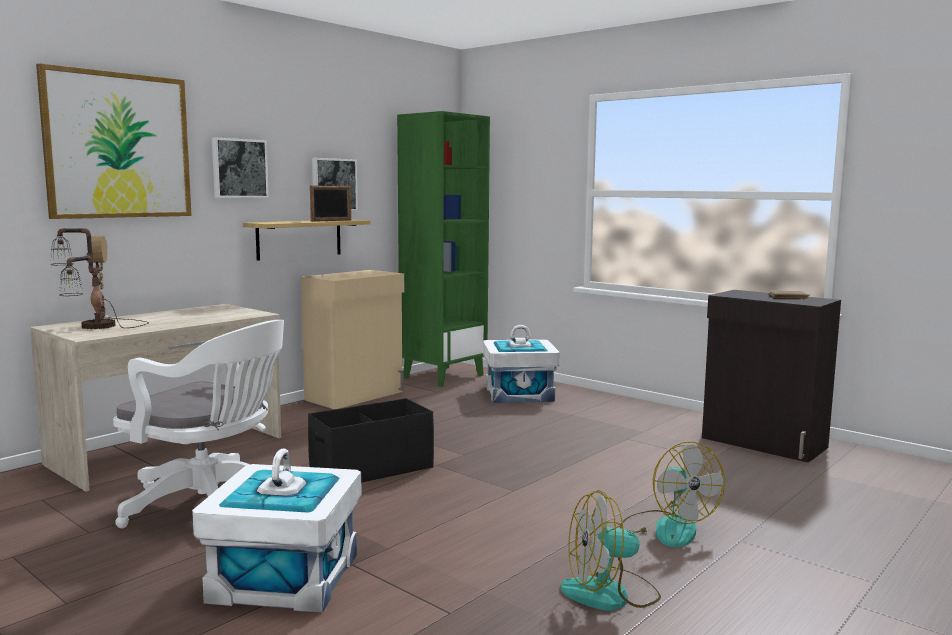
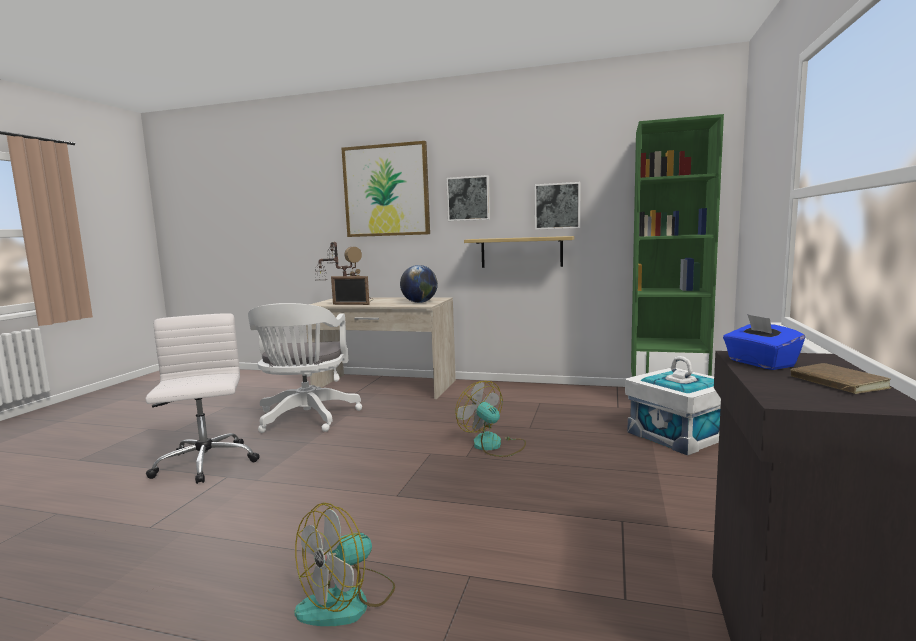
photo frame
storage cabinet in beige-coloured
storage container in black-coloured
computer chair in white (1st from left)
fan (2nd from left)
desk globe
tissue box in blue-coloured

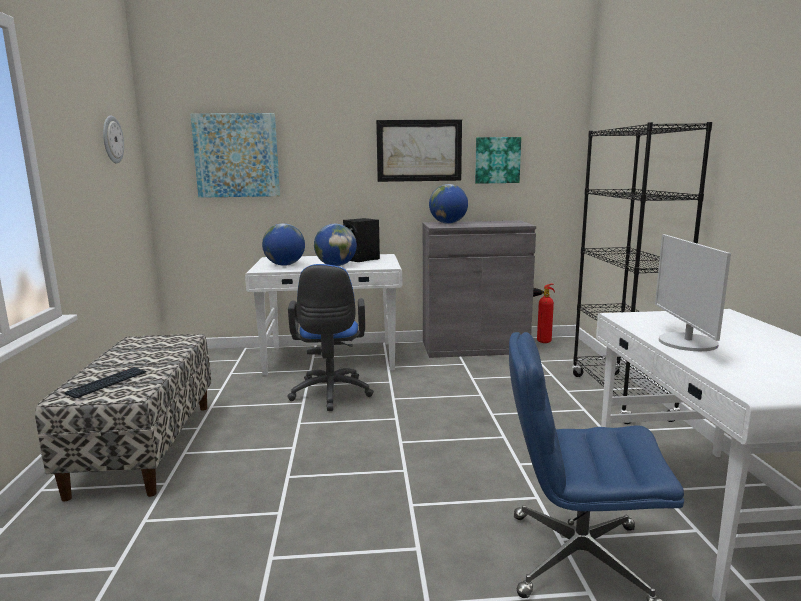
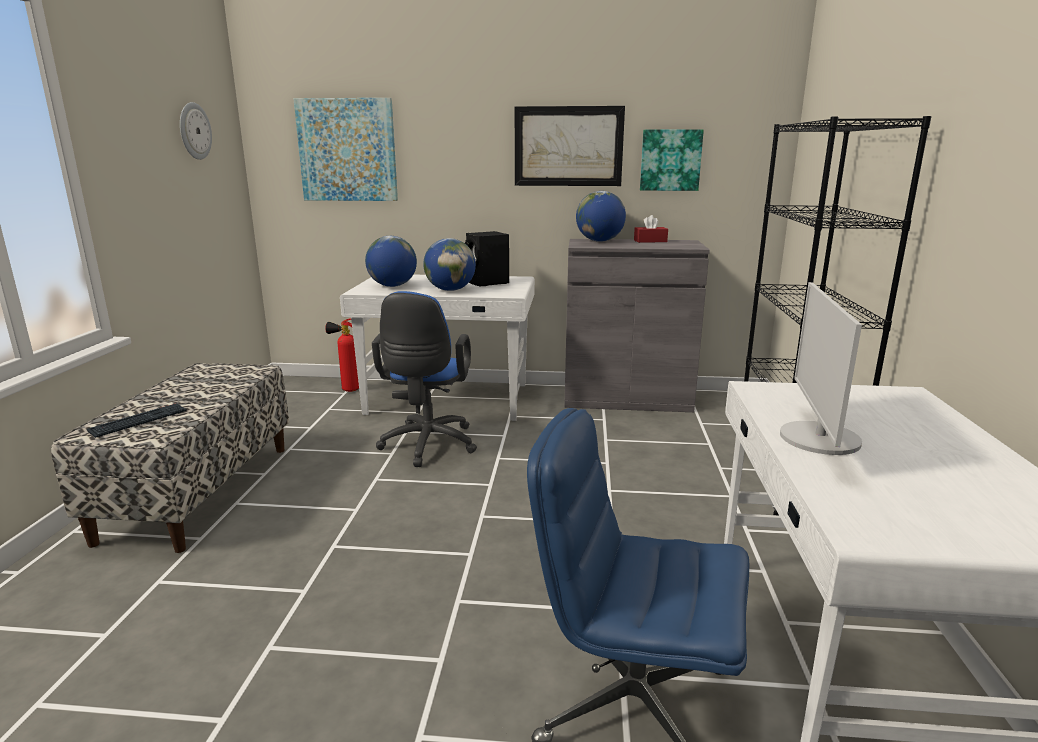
fire-fighting cylinder
tissue box in red

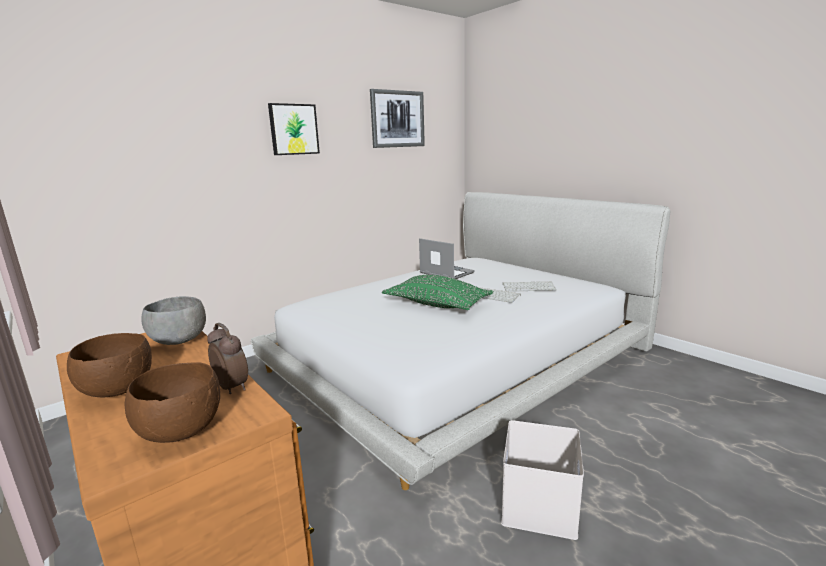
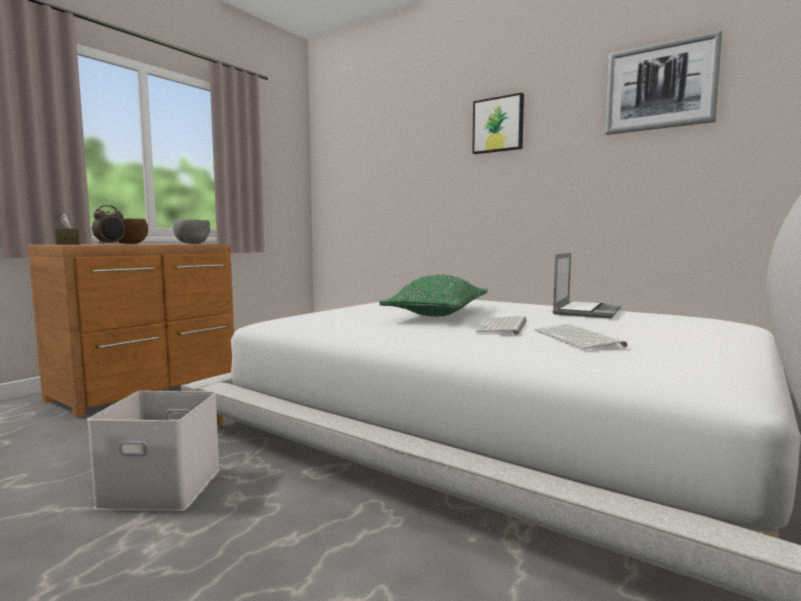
tissue box in brown-coloured

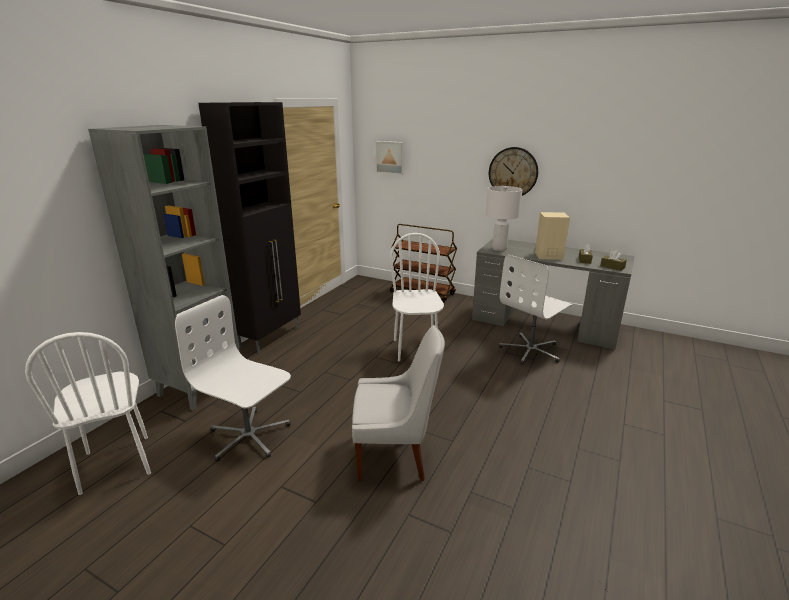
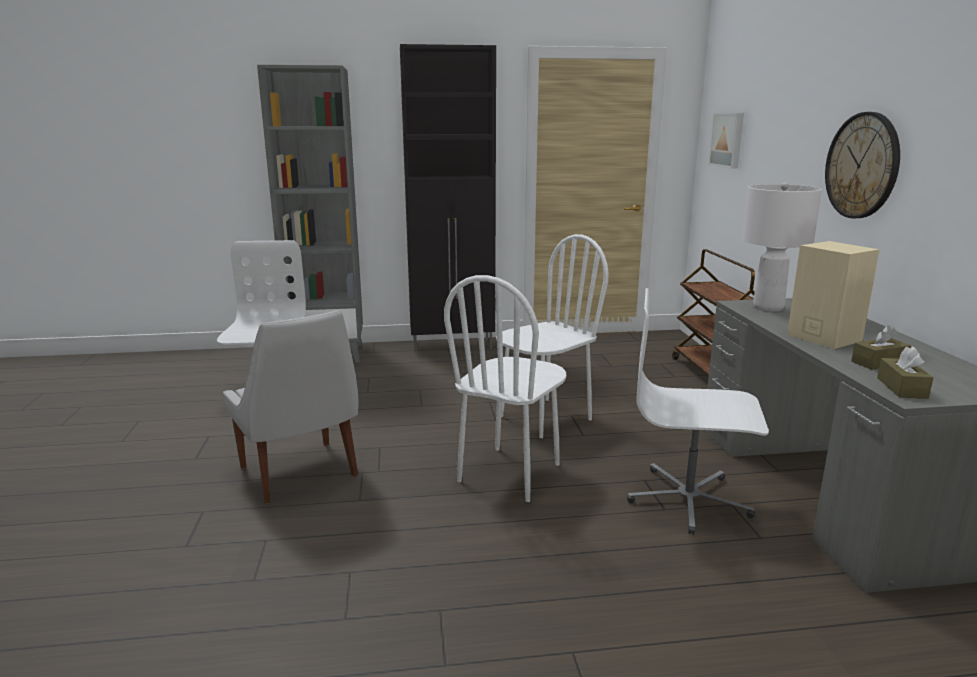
upright chair in white (2nd from left)

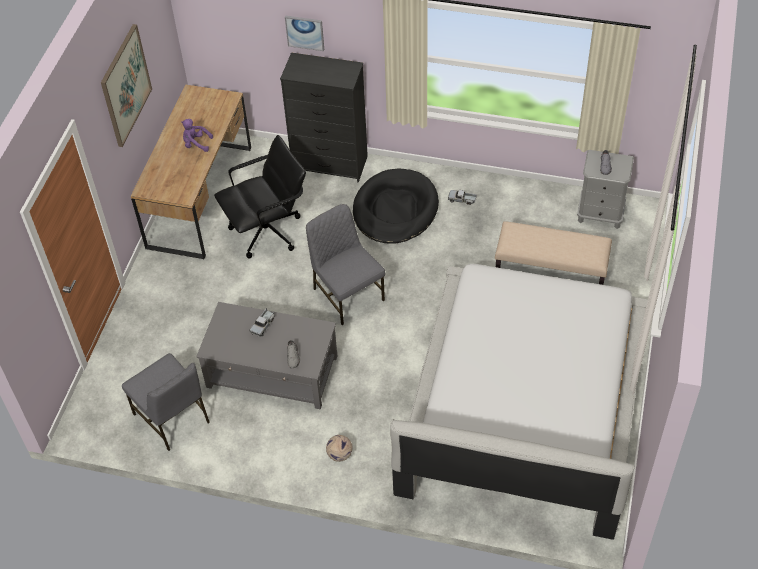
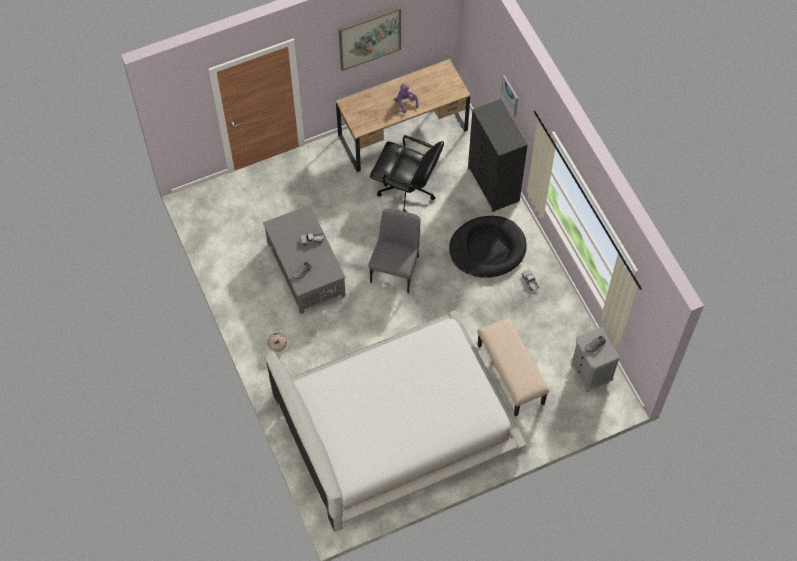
upright chair in gray (1st from left in the first image)

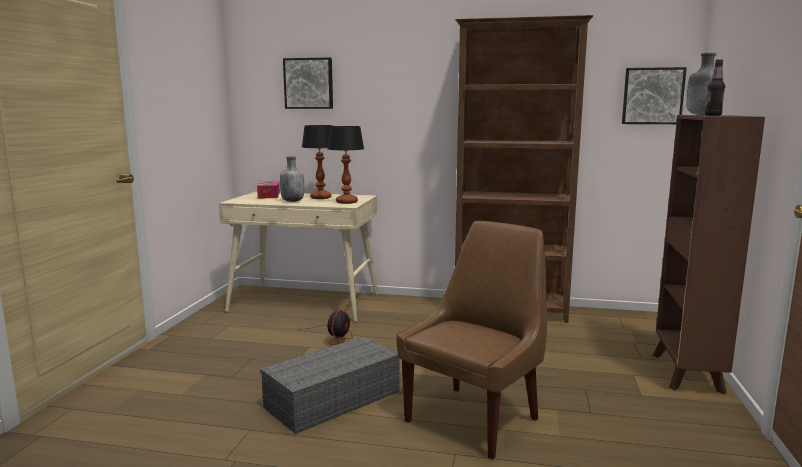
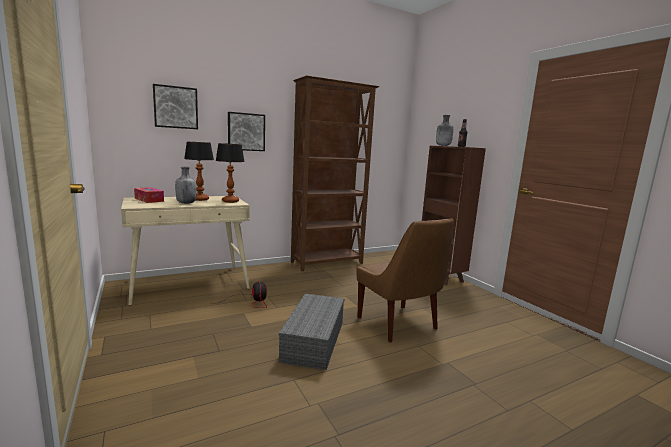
picture (2nd from left)
upright chair in brown-coloured

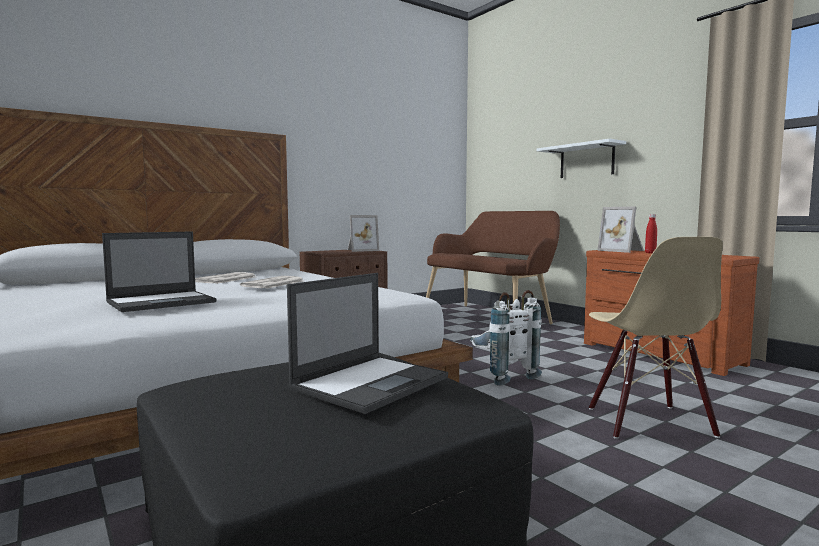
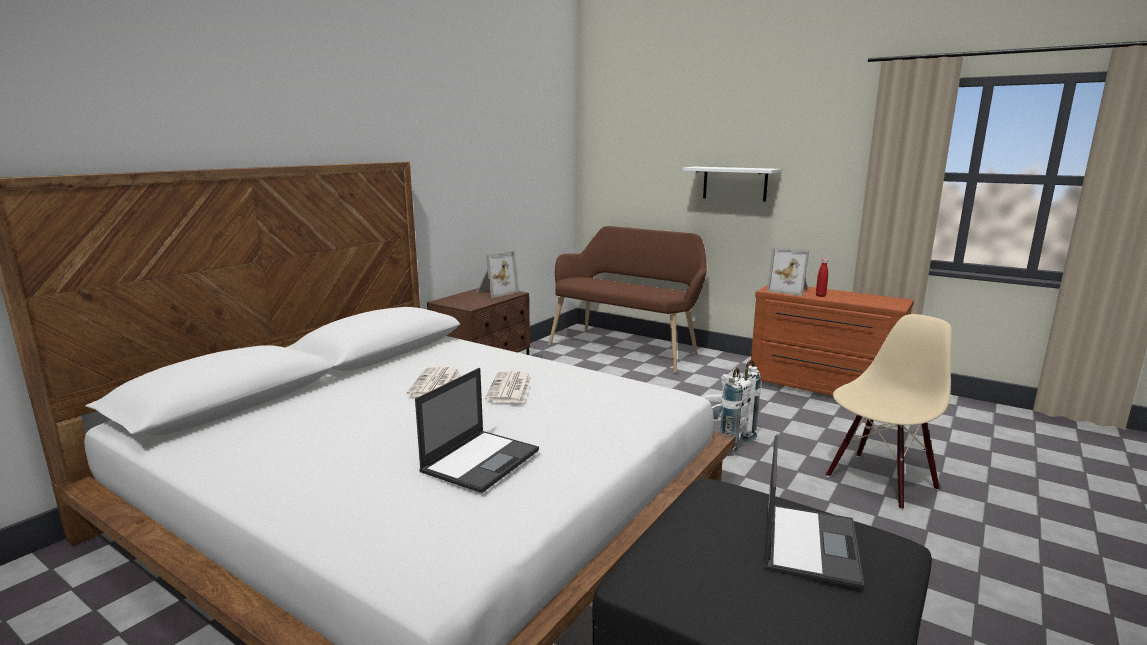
upright chair in beige-coloured

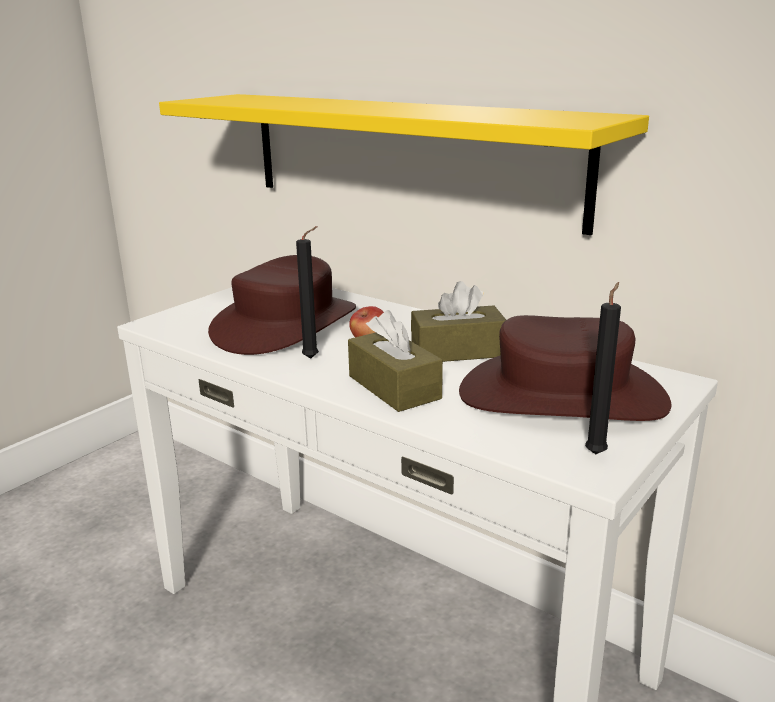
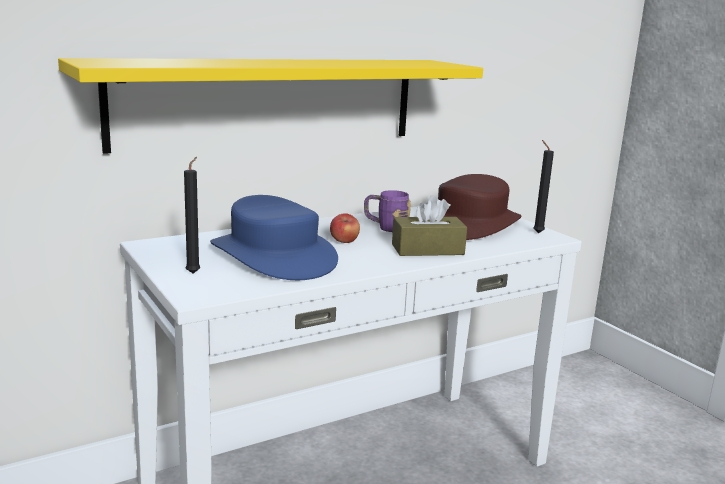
wax light in black-coloured (1st from left)
wearable hat in blue-coloured
mug in purple

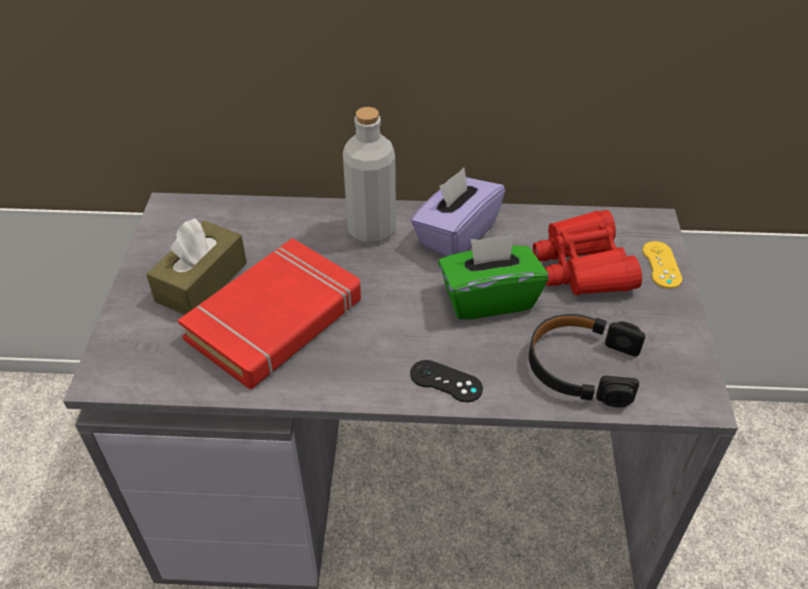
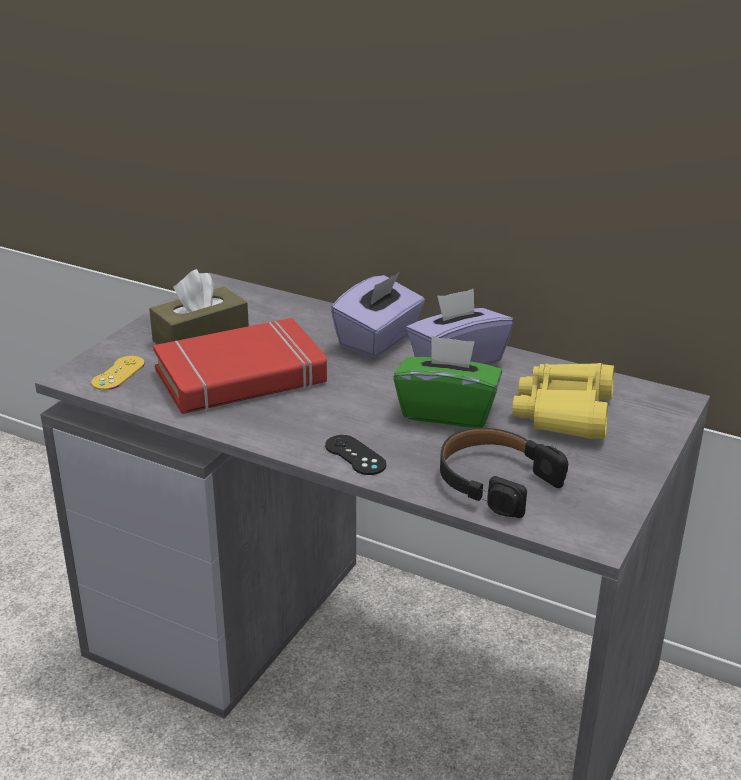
tissue box in purple (1st from left)
field glasses in yellow
joypad in yellow

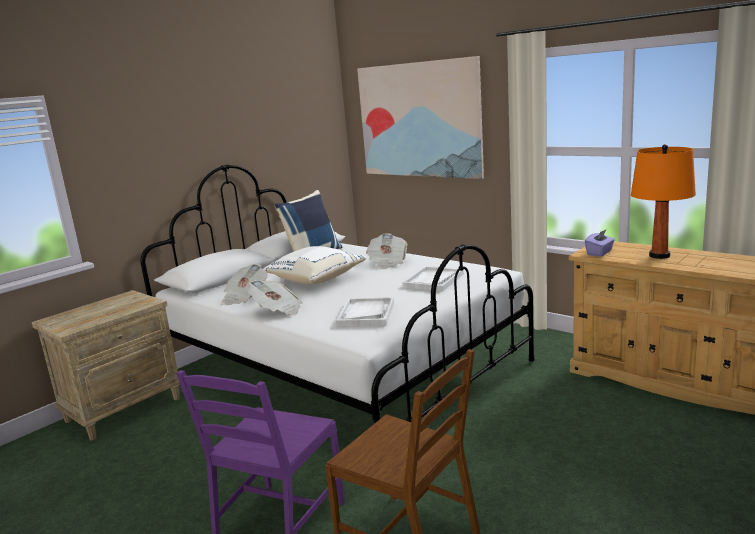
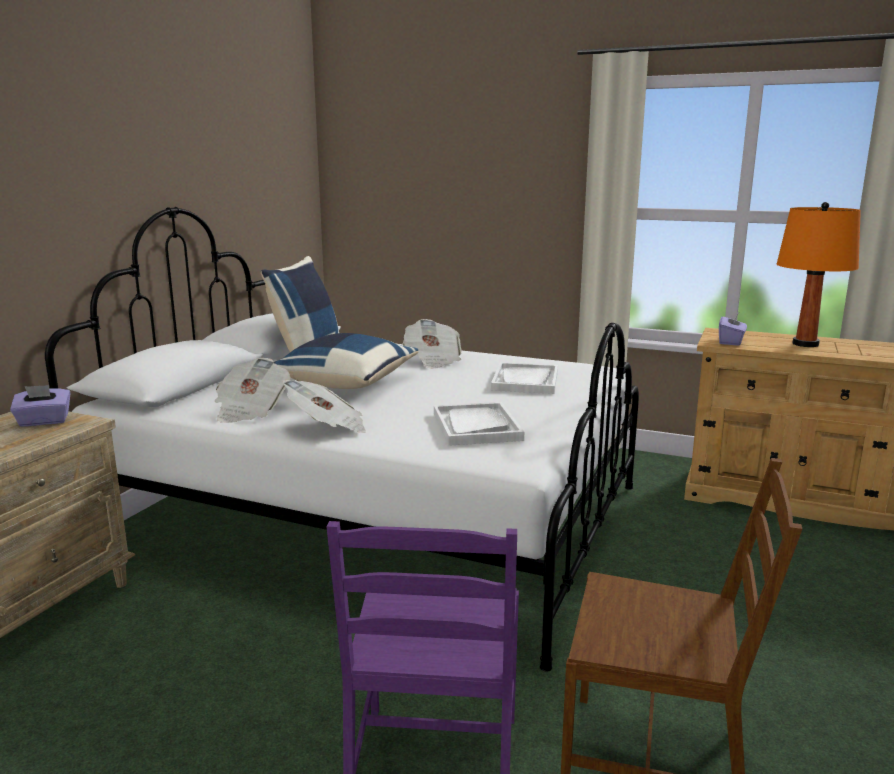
picture
cushion in blue-coloured (2nd from left)
tissue box in purple (1st from left)

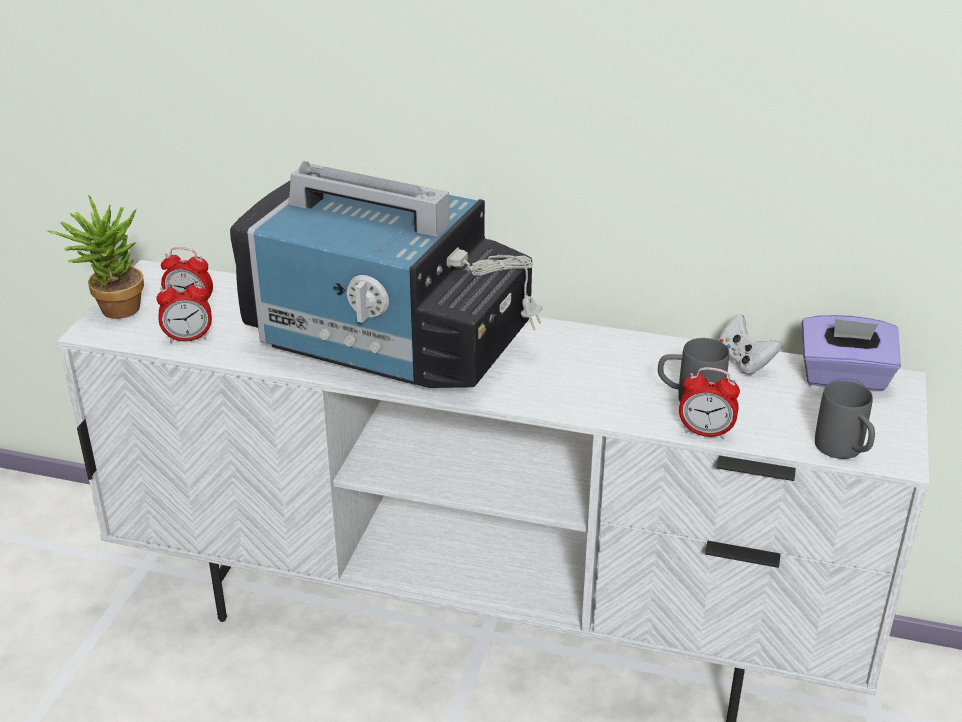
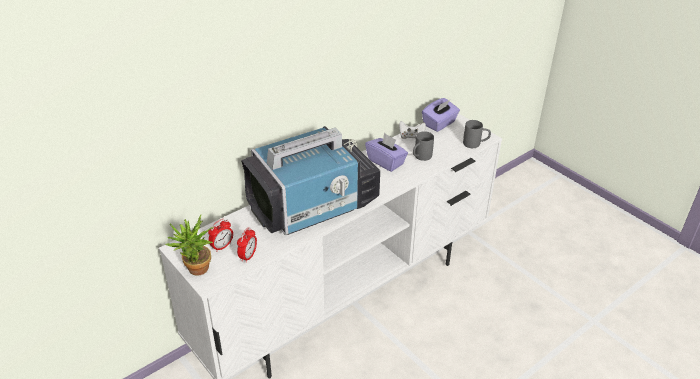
alarm clock (3rd from left in the first image)
tissue box in purple (1st from left)

